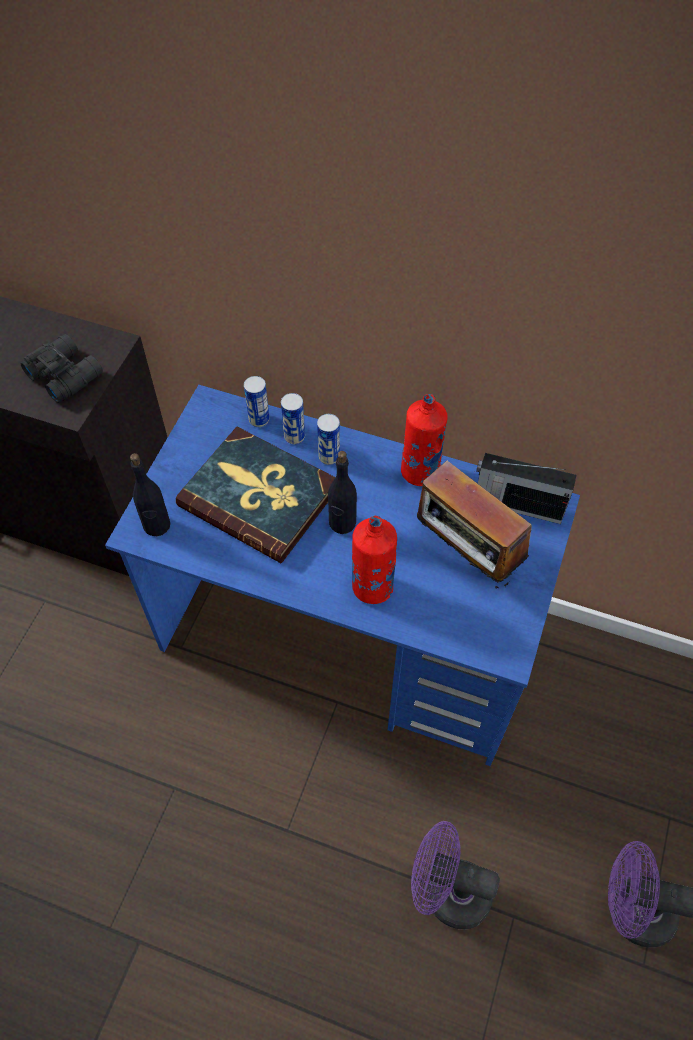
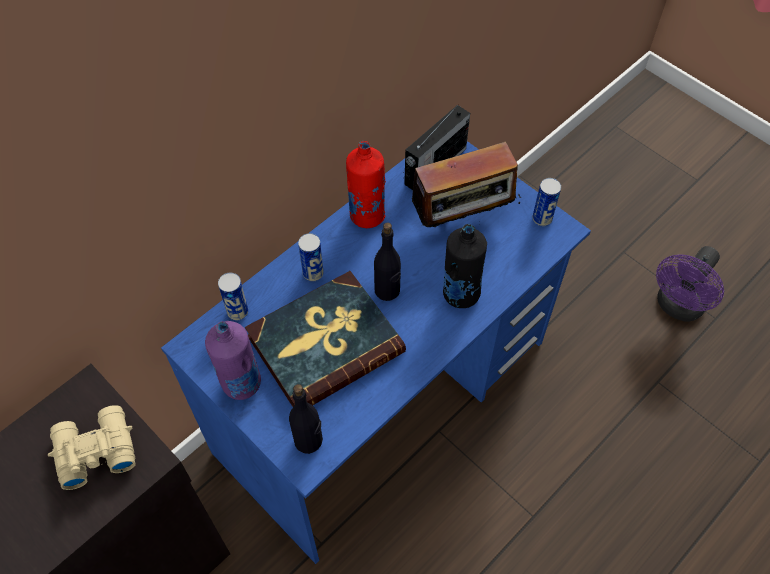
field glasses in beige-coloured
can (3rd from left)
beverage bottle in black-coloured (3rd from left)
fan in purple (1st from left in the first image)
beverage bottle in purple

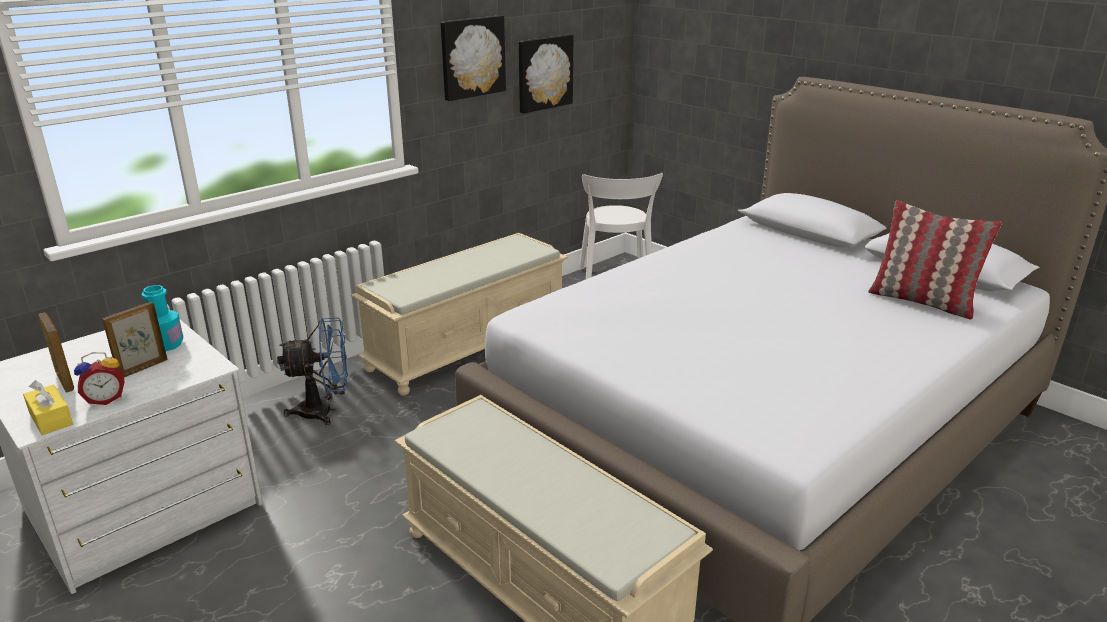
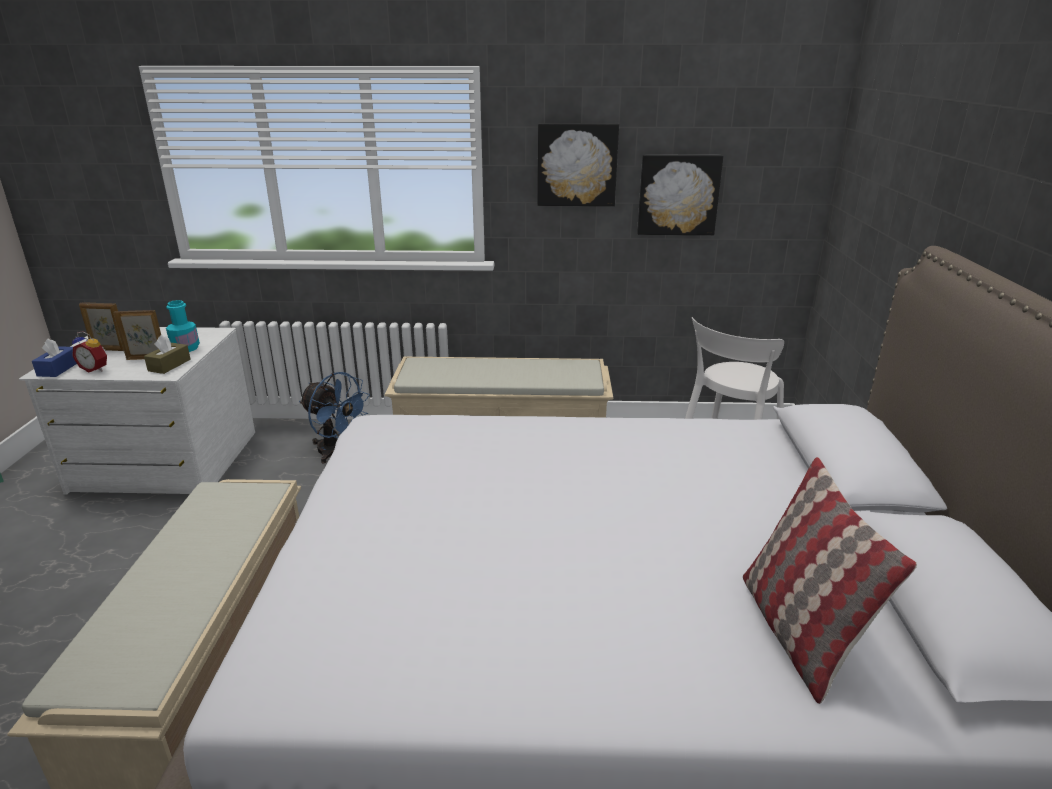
photo frame (1st from left)
tissue box in blue-coloured
tissue box in brown-coloured

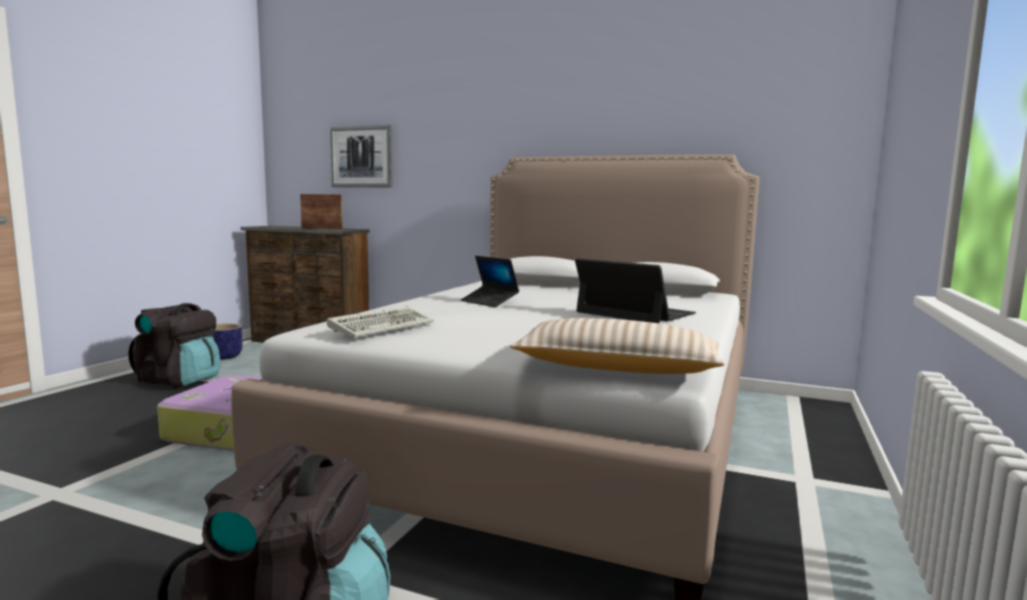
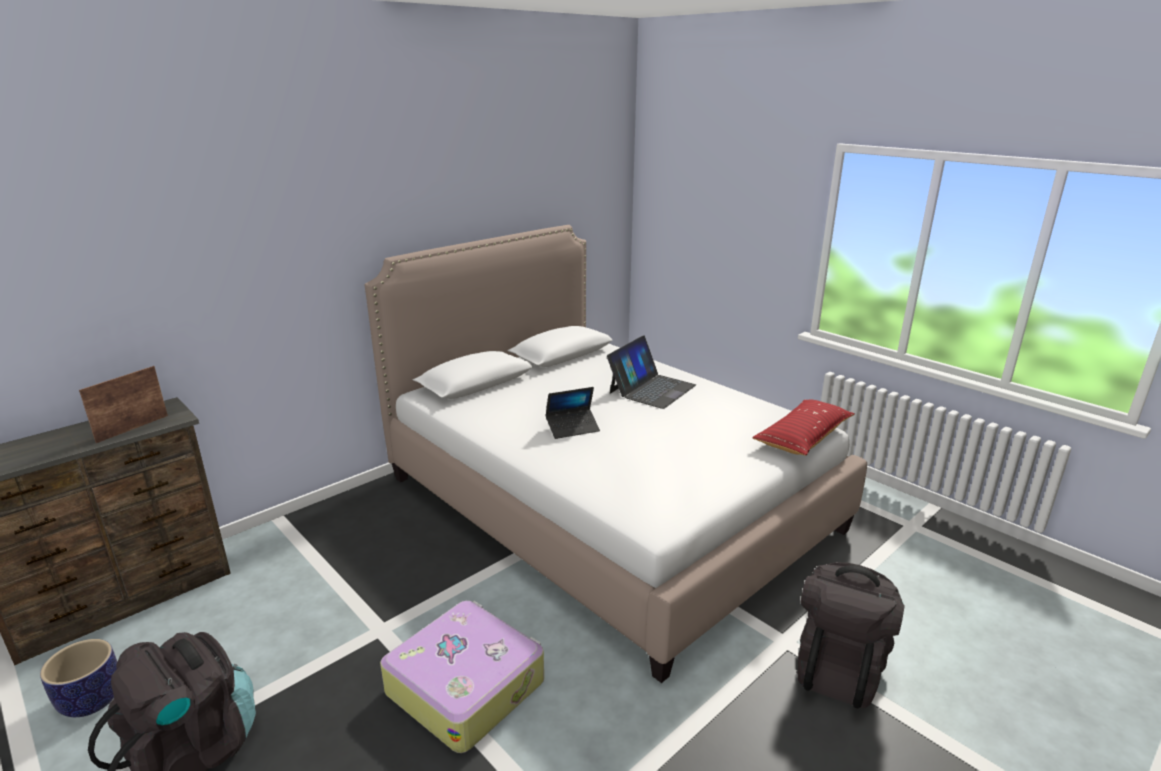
picture
notebook computer (2nd from left)
PC keyboard
cushion in red

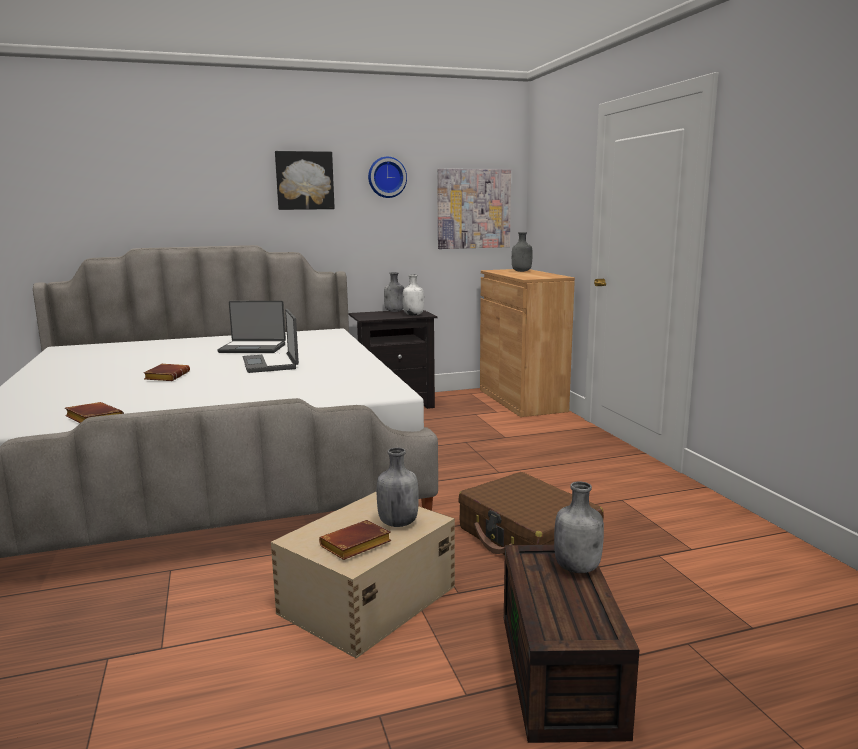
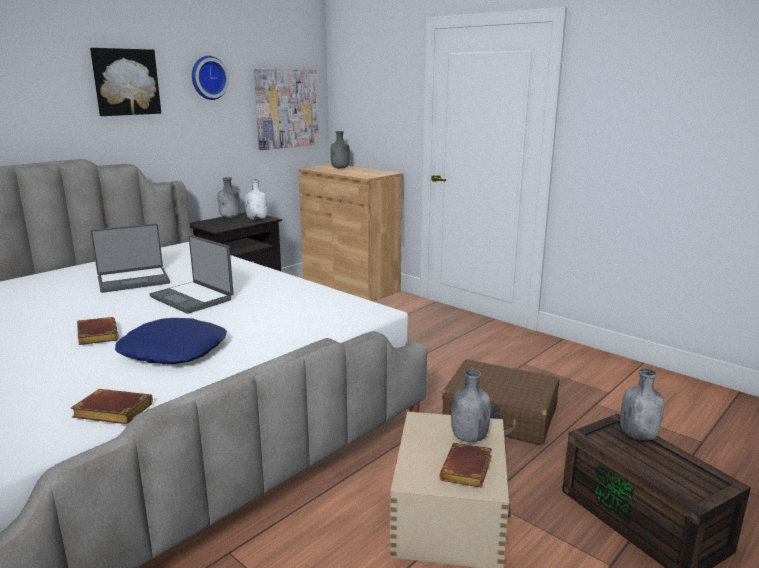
cushion in blue-coloured

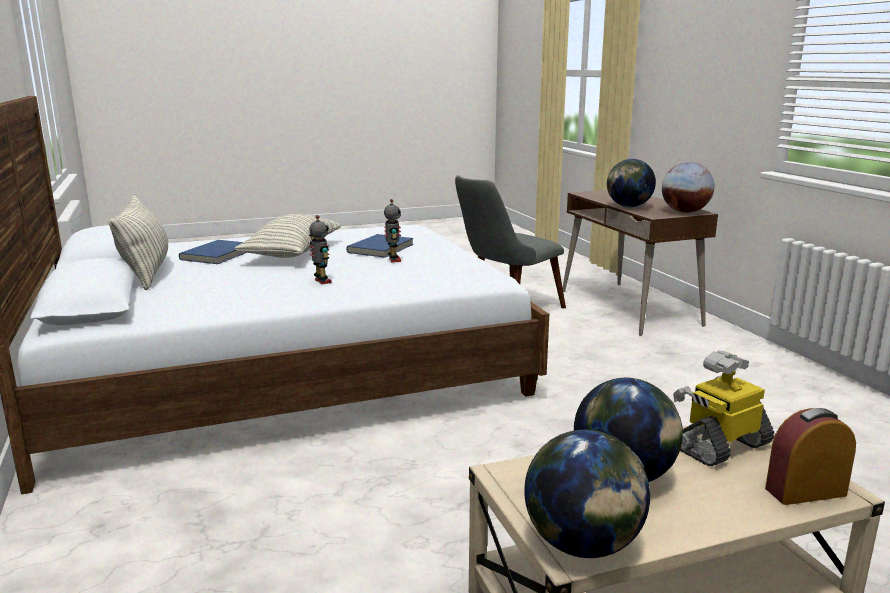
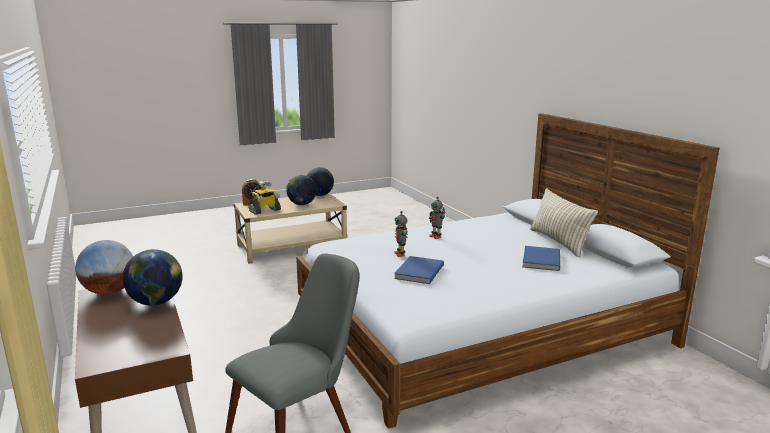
cushion (2nd from left in the first image)

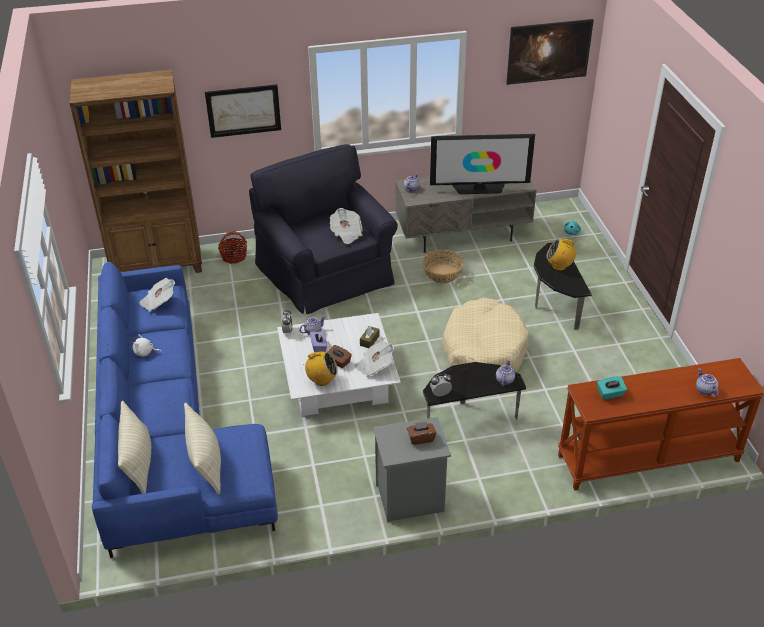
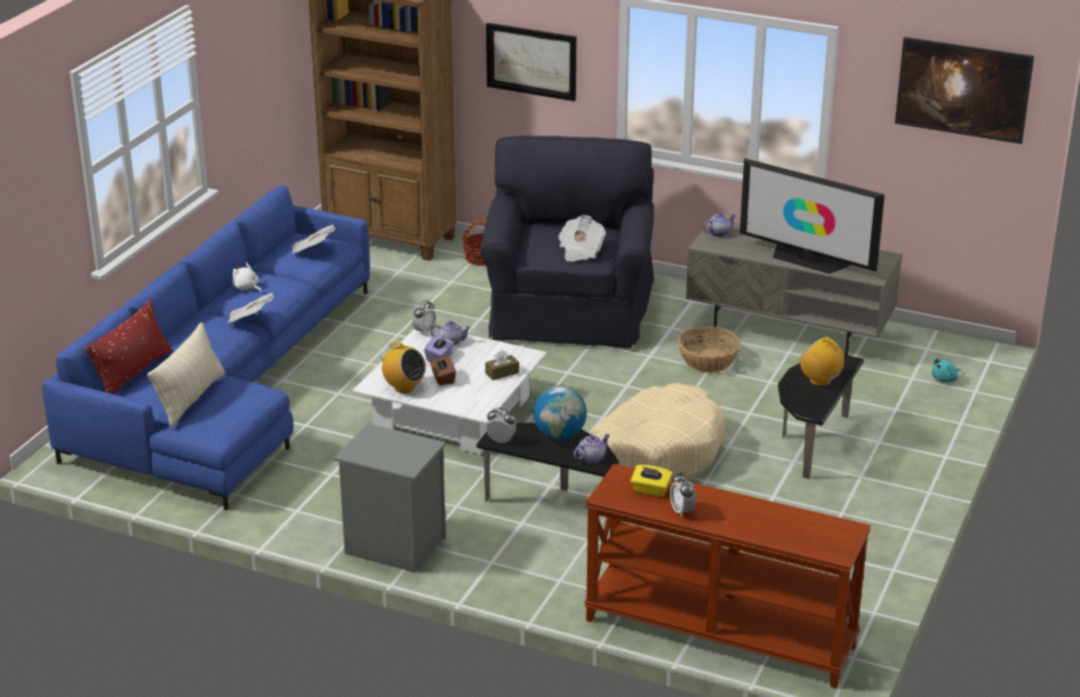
printed paper (1st from left)
pot for tea (4th from left in the first image)
tissue box in yellow
cushion in red
tissue box in brown-coloured (3rd from left in the first image)
desk globe
alarm clock (3rd from left)

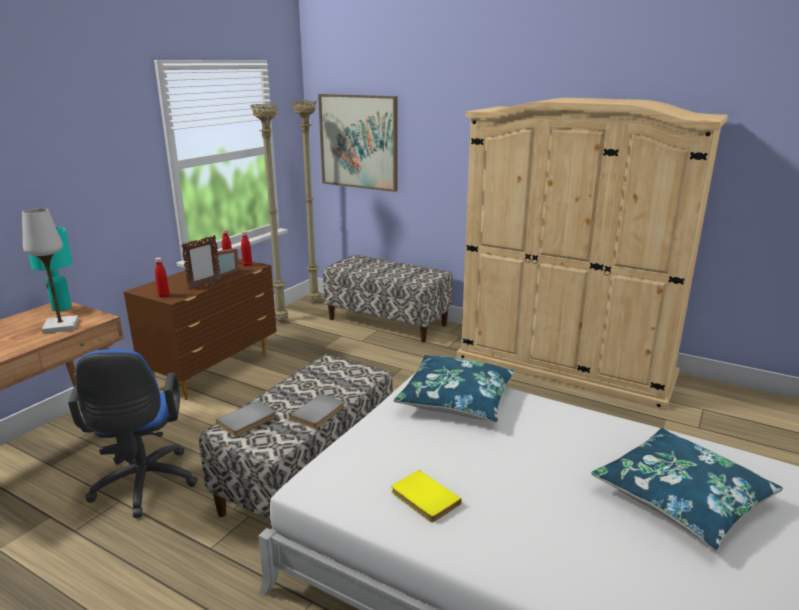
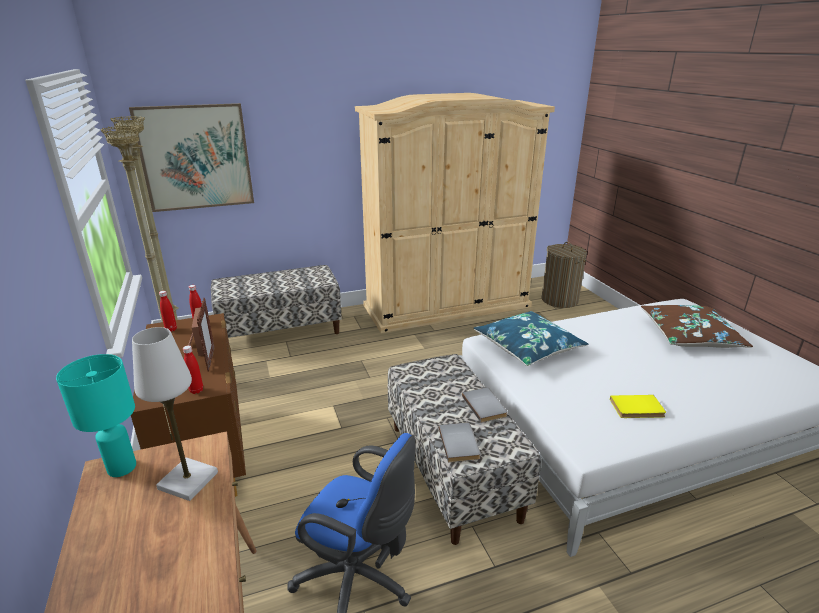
cushion in brown-coloured
hamper

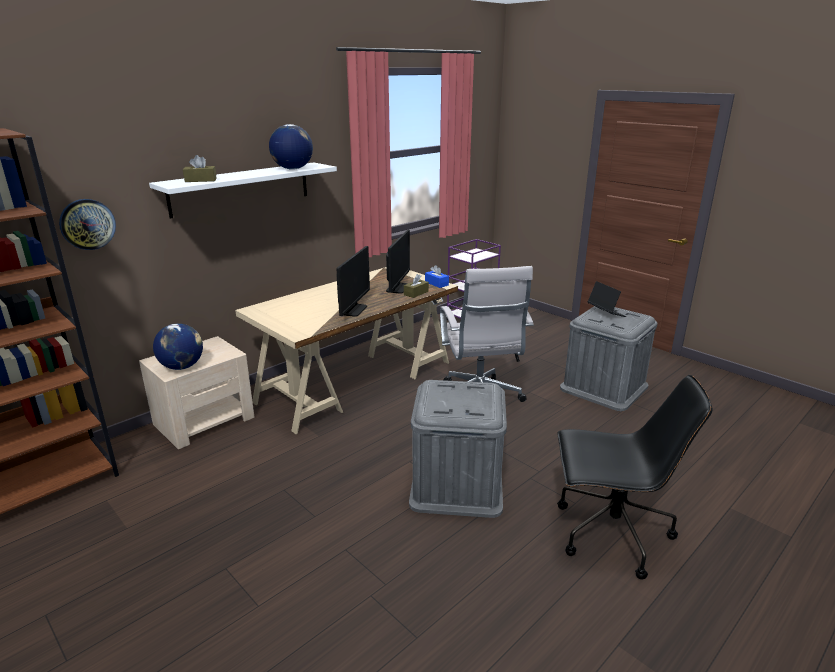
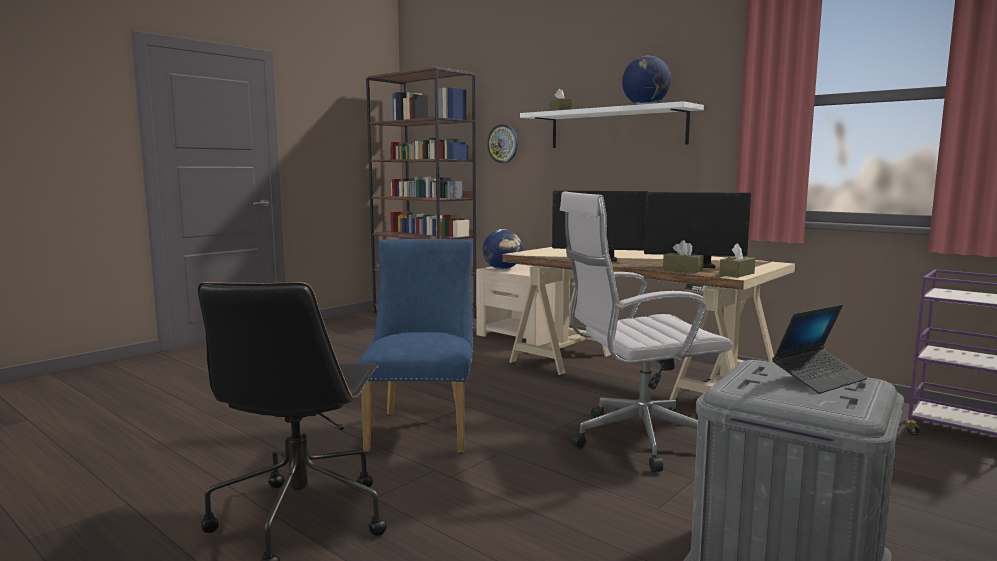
tissue box in brown-coloured (3rd from left)
upright chair in blue-coloured

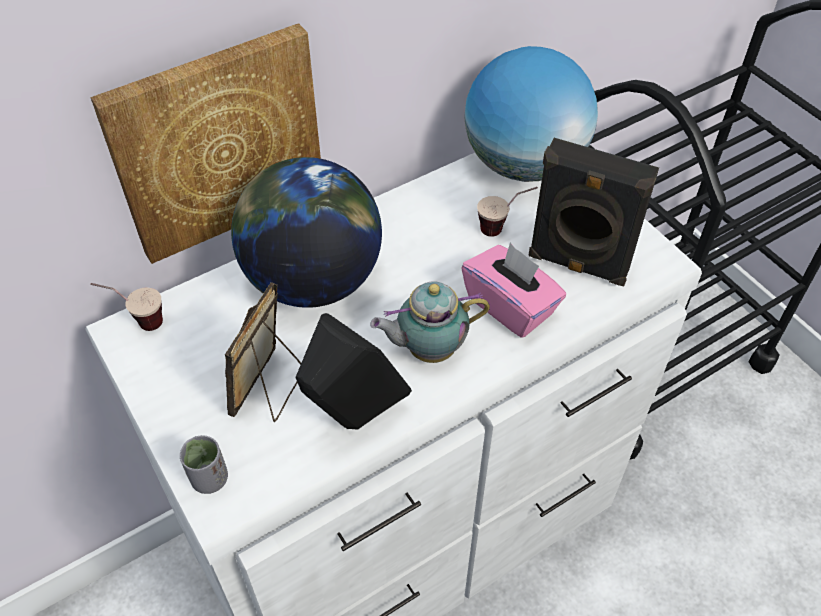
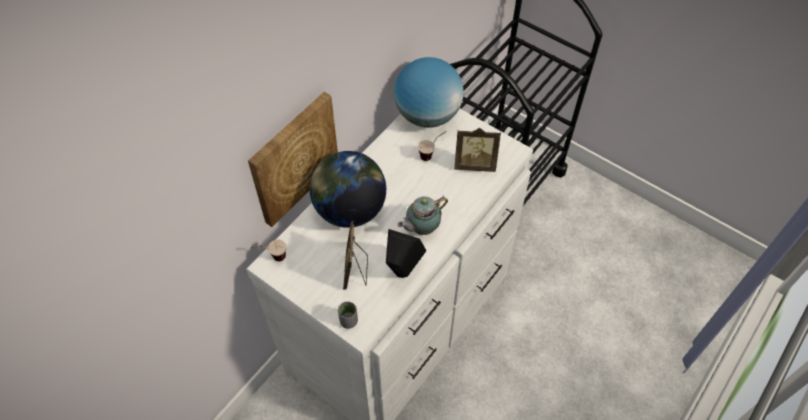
photo frame (2nd from left)
tissue box in pink

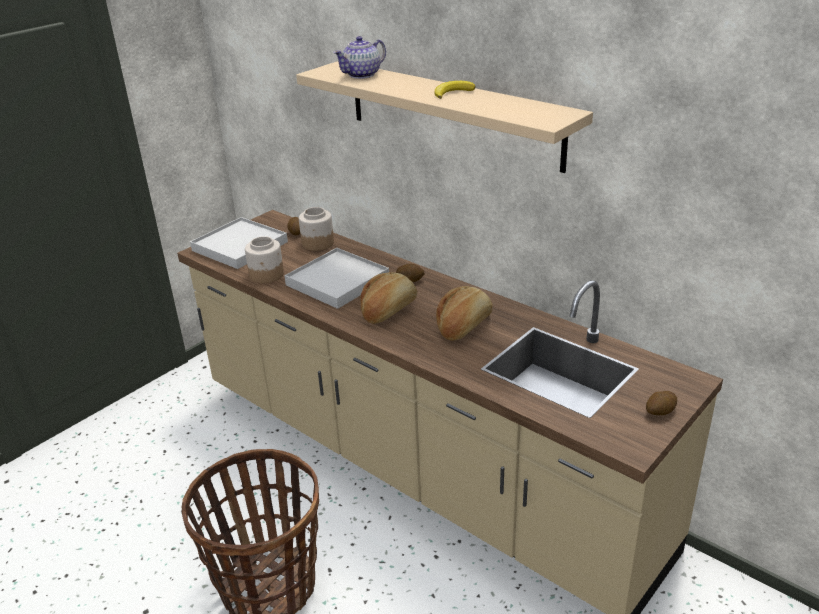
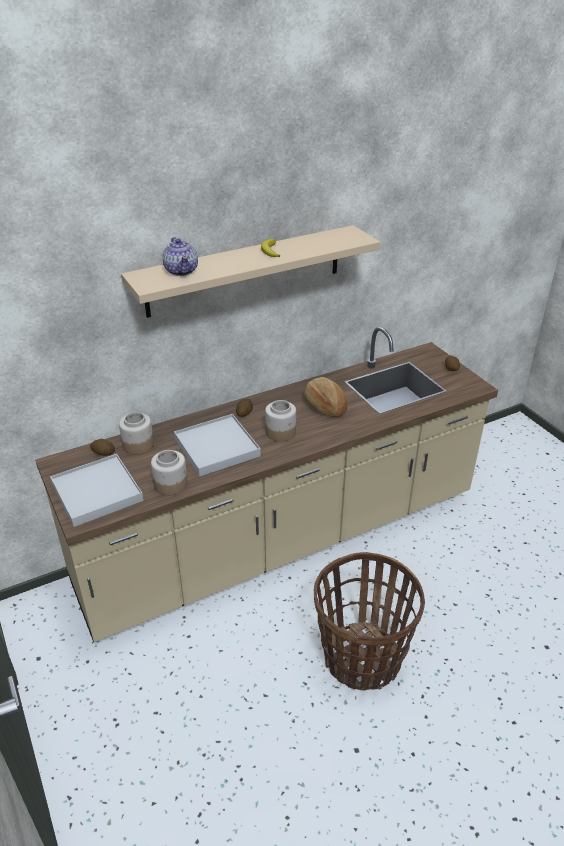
jar (3rd from left)

